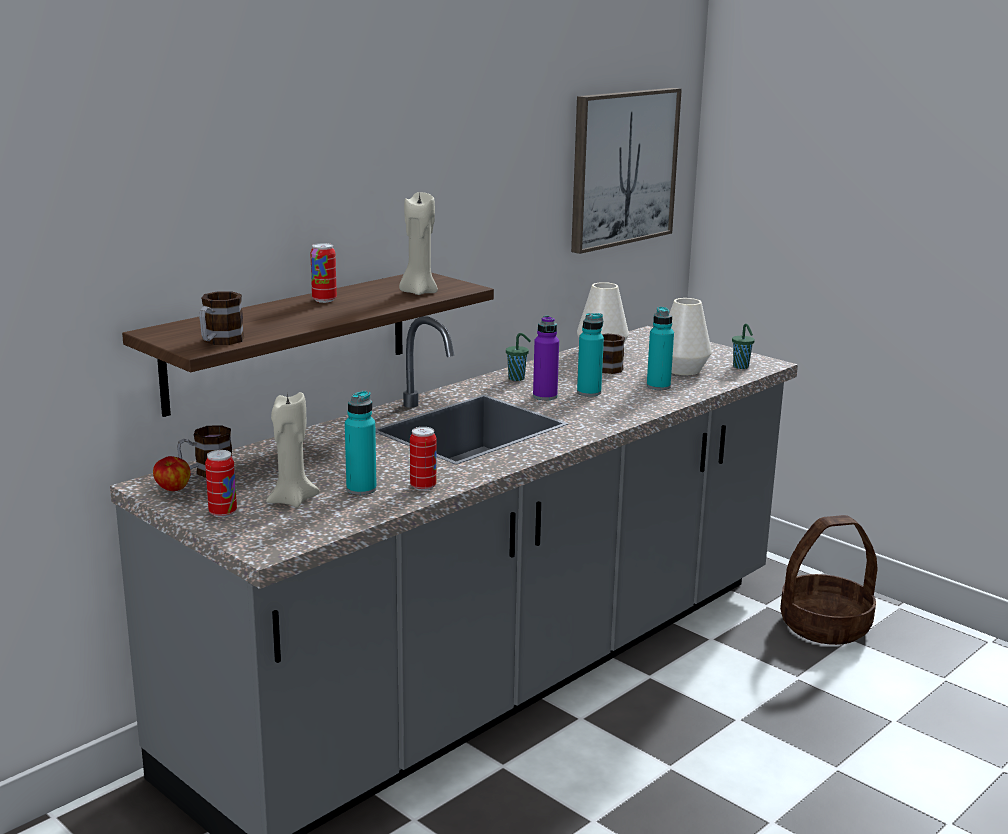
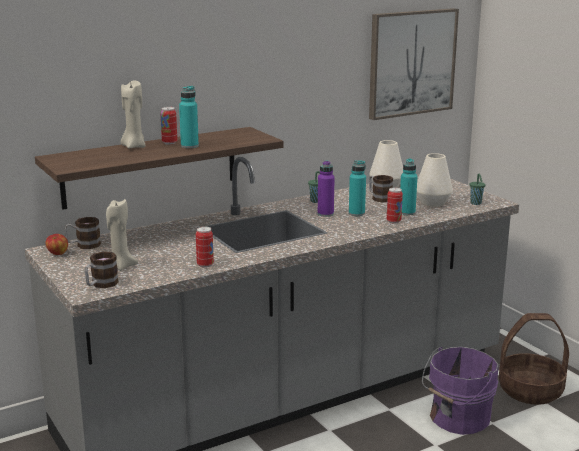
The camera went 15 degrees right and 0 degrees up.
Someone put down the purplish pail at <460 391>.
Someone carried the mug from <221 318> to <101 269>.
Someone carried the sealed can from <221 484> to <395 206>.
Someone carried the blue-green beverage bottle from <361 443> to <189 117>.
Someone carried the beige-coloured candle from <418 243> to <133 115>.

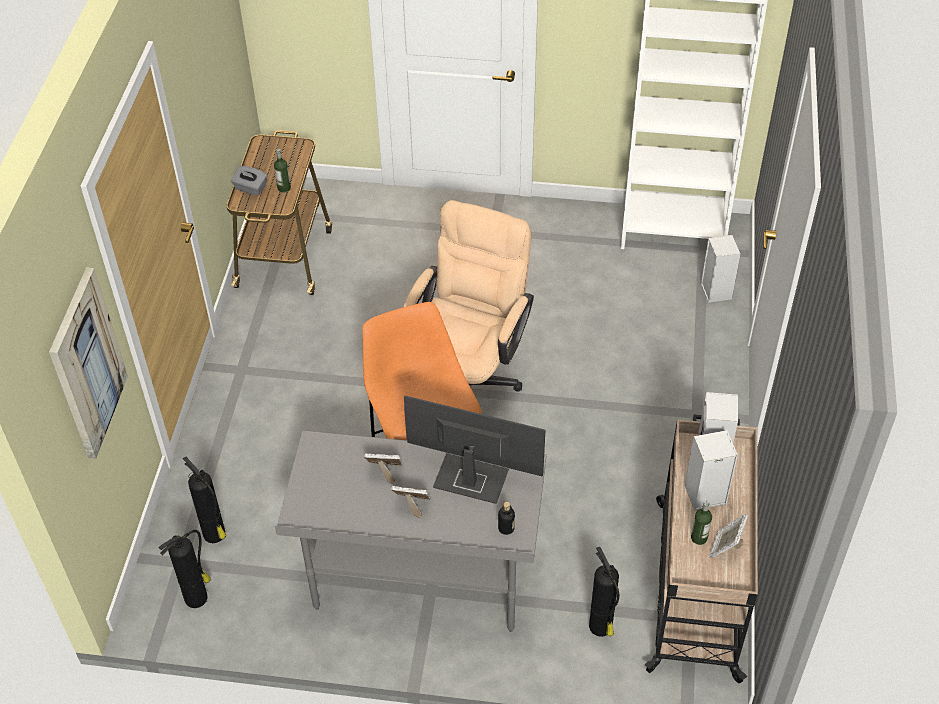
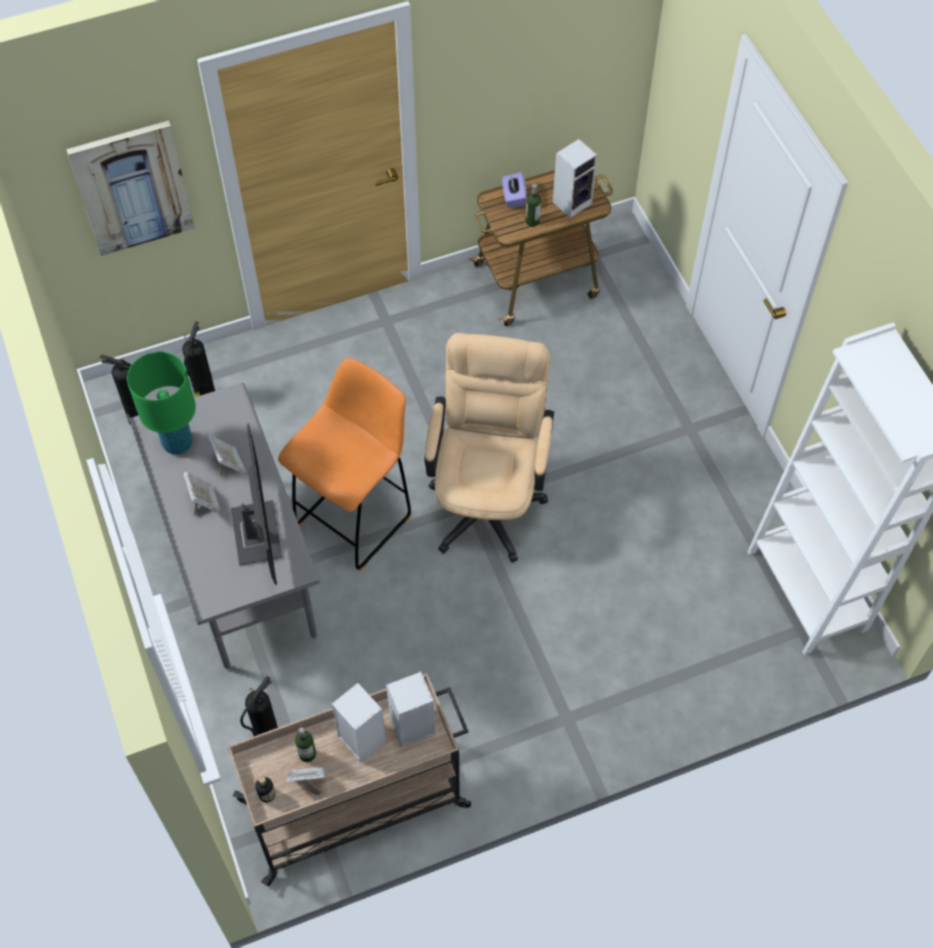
The camera went 60 degrees right and 10 degrees up.
Someone put down the green-coloured lamp for a table at <161 402>.
Someone carried the beverage bottle from <506 518> to <265 789>.
Someone carried the speaker from <721 269> to <575 178>.
Someone repainted the gray tissue holder at <249 181>, which became the purplish tissue holder at <514 190>.
Someone rotated the beige-coloured desk chair at <469 296> by 75 degrees counterclockwise.

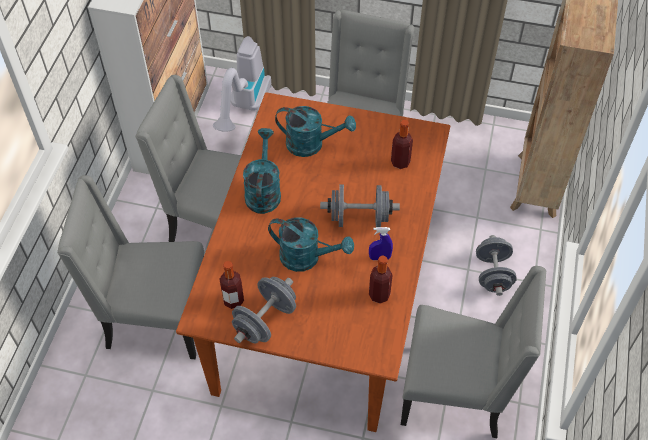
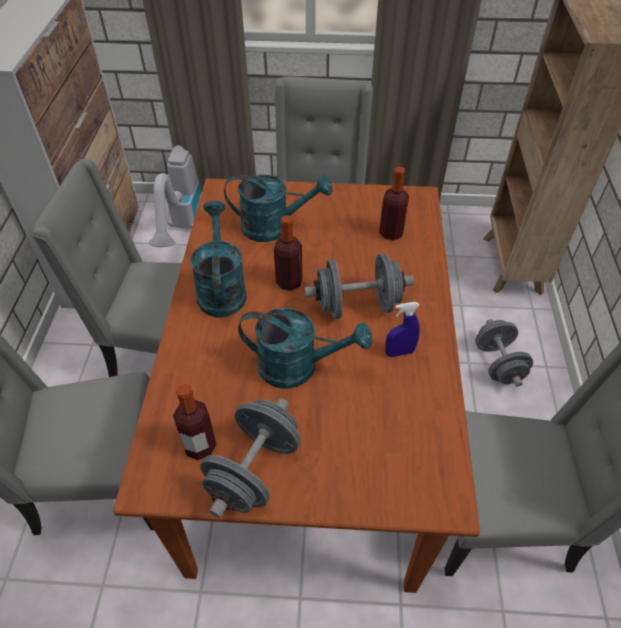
The camera went 10 degrees left and 5 degrees down.
Someone carried the beverage bottle from <381 279> to <288 253>.

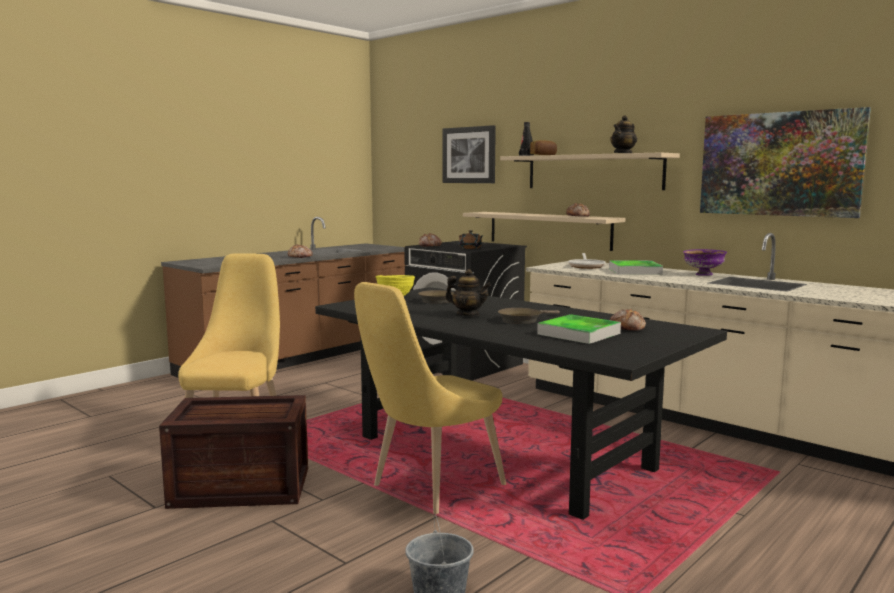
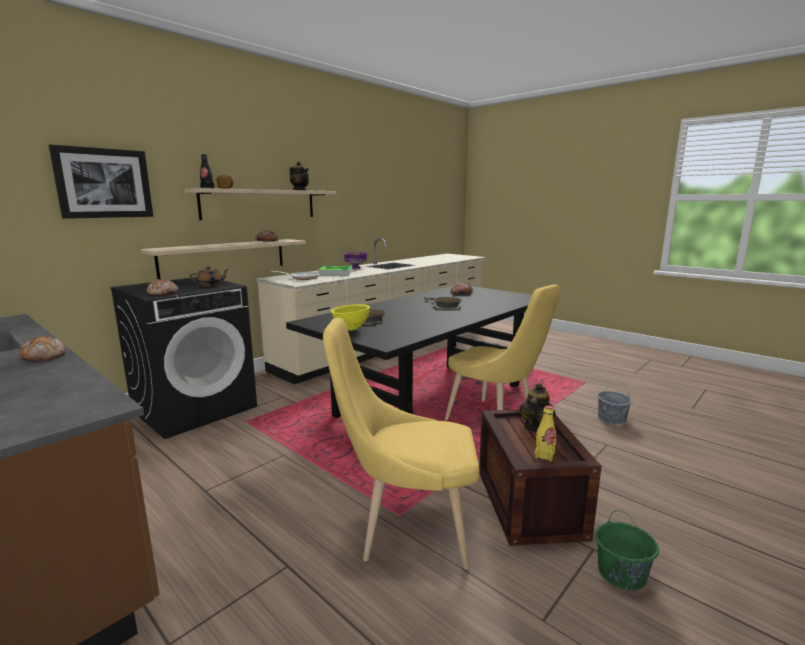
The camera went 90 degrees left and 5 degrees up.
Someone took away the tray at <579 329>.
Someone took away the wall art at <785 162>.
Someone put down the yellow beverage bottle at <545 433>.
Someone put down the green-coloured pail at <627 550>.
Someone carried the tea pot from <468 292> to <537 407>.

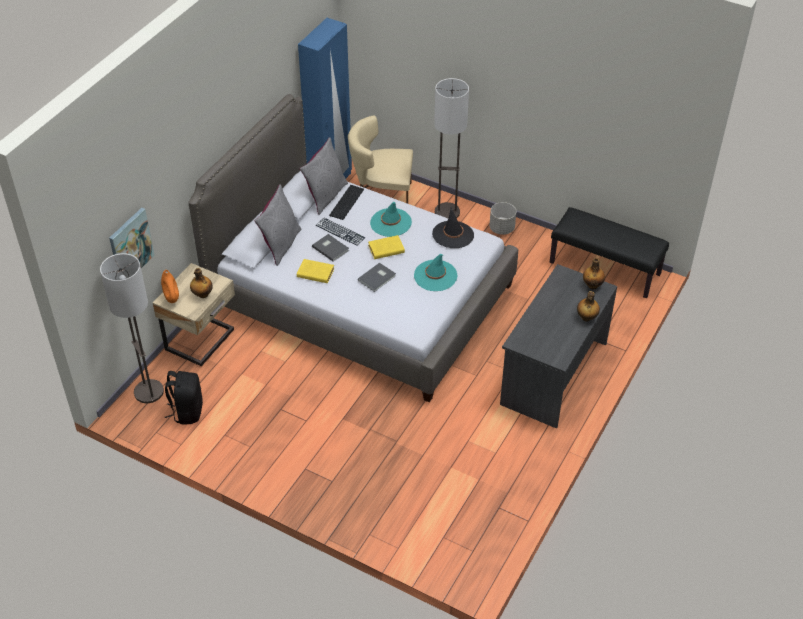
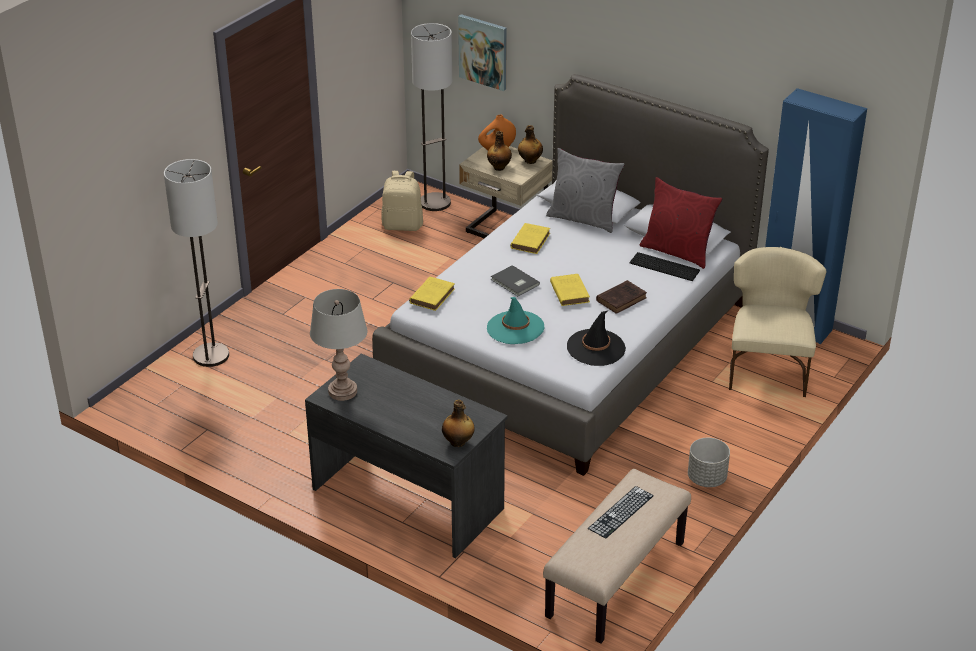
The camera went 95 degrees right and 10 degrees down.
Someone took away the gray volume at <330 248>.
Someone put down the gray lamp for a table at <338 345>.
Someone put down the yellow volume at <432 293>.
Someone carried the computer keyboard from <340 232> to <621 512>.
Someone carried the standard lamp from <451 148> to <196 263>.
Someone carried the beverage bottle from <588 306> to <530 144>.
Someone swapped the blue-green wearable hat at <391 219> for the brown-coloured volume at <621 297>.
Someone repainted the black-coloured backpack at <184 398>, which became the beige-coloured backpack at <402 201>.
Someone repainted the gray pillow at <324 176>, which became the red-coloured pillow at <681 223>.
Someone repainted the black-coloured long seat at <609 252>, which became the beige-coloured long seat at <617 556>.

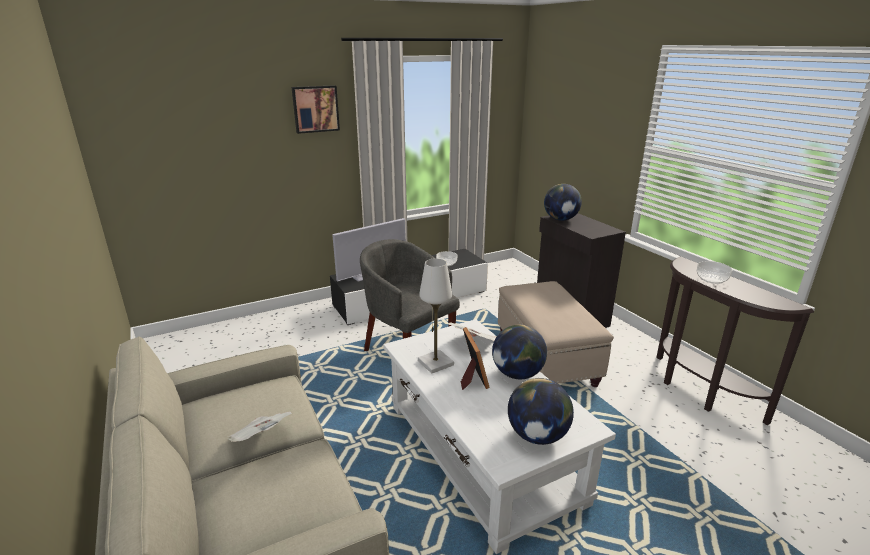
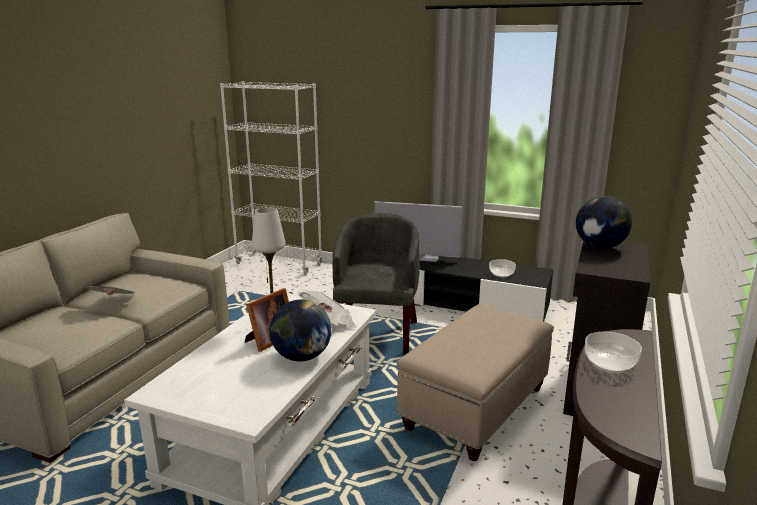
The camera went 50 degrees right and 5 degrees down.
Someone took away the wall art at <316 109>.
Someone took away the desk globe at <541 411>.
Someone put down the white-coloured shelving unit at <271 178>.

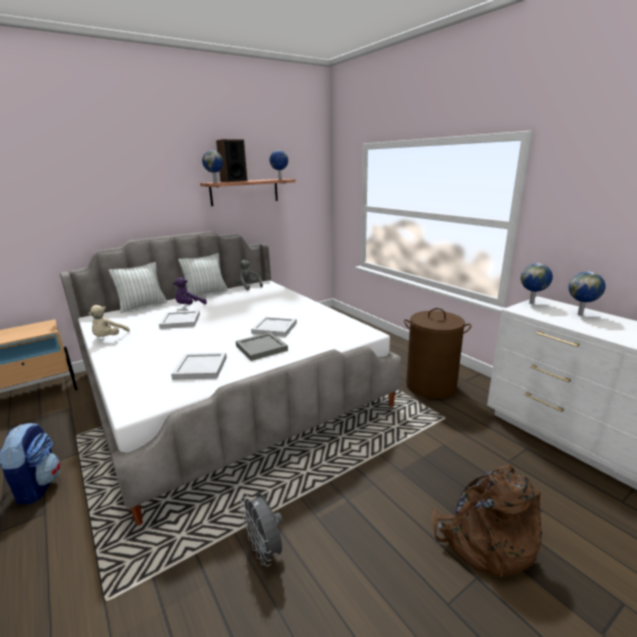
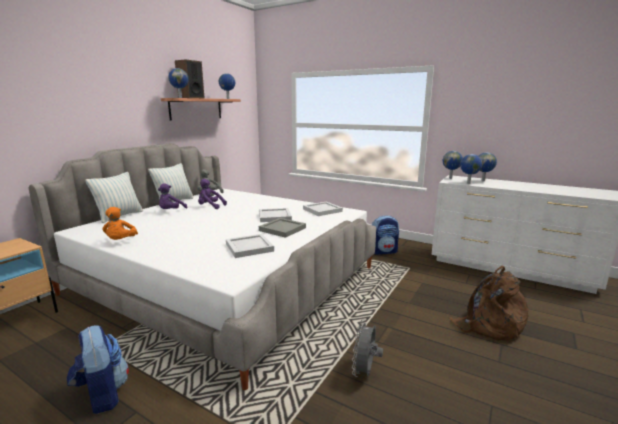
The camera went 25 degrees left and 5 degrees down.
Someone put down the purplish plush toy at <212 194>.
Someone put down the desk globe at <471 169>.
Someone carried the white-coloured tray from <179 319> to <323 209>.
Someone swapped the brown-coloured washing basket at <438 353> for the backpack at <385 235>.
Someone repainted the beige-coloured plush toy at <109 321>, which became the orangey plush toy at <120 223>.
Someone rotated the gray cooling fan at <261 529> by 75 degrees clockwise.

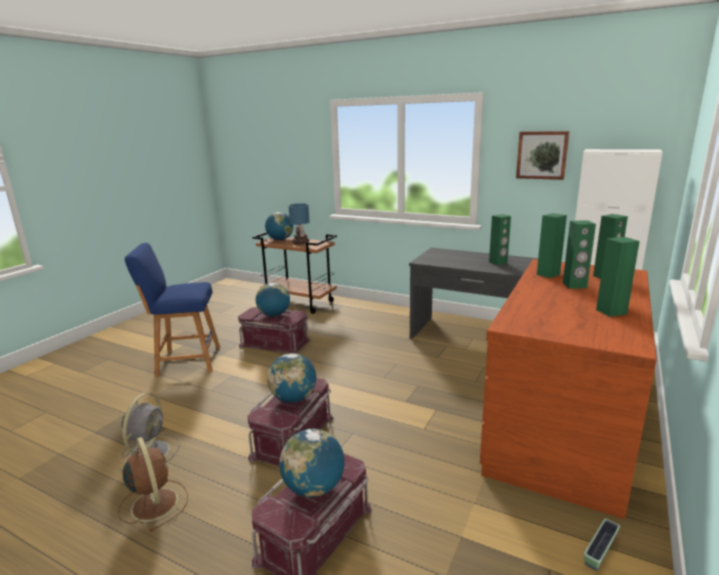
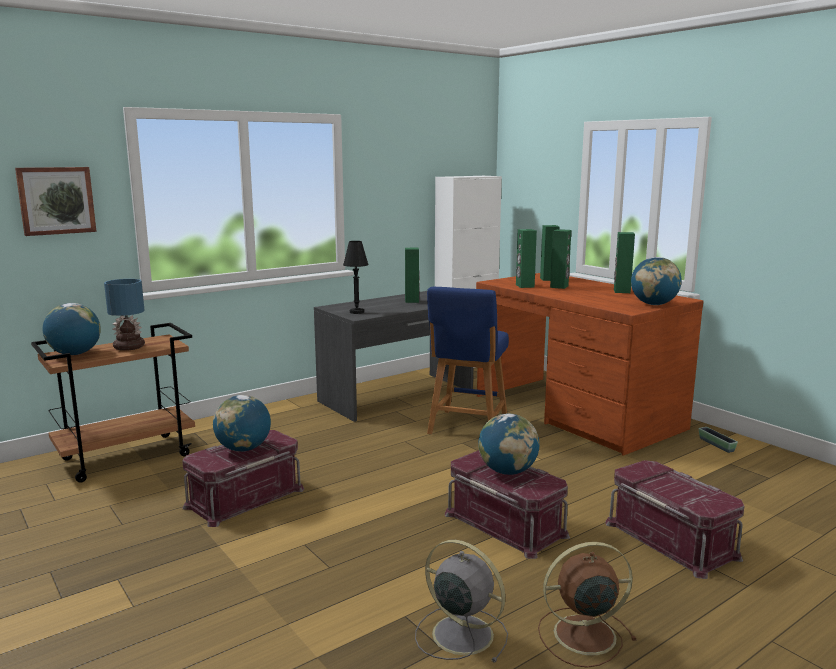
The camera went 65 degrees left and 5 degrees down.
Someone put down the black-coloured lamp for a table at <356 277>.
Someone carried the bluish sitting stool from <172 310> to <468 360>.
Someone carried the desk globe from <311 463> to <656 281>.
Someone carried the wall art from <542 155> to <56 201>.

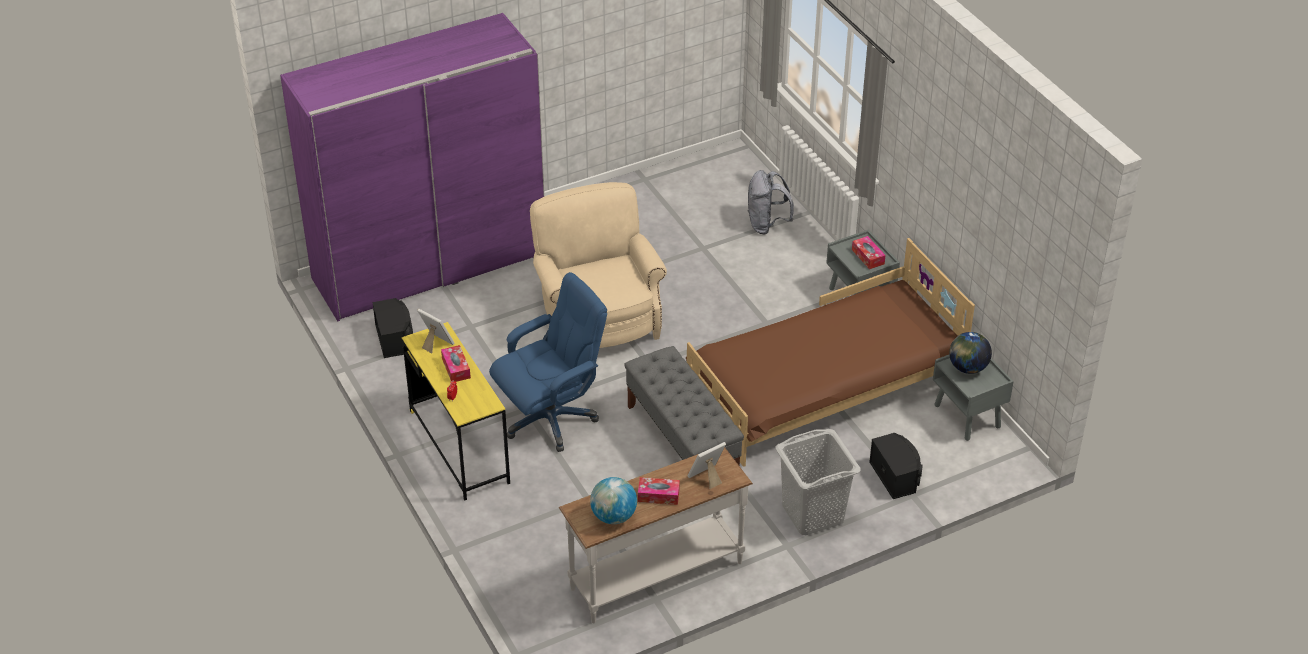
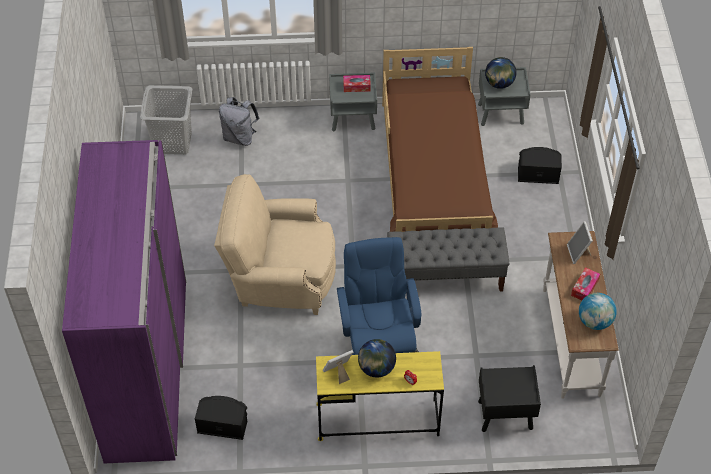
The camera went 65 degrees left and 10 degrees up.
Someone put down the black-coloured night table at <509 398>.
Someone carried the gray washing basket from <818 482> to <166 120>.
Someone swapped the tissue holder at <456 363> for the desk globe at <377 358>.

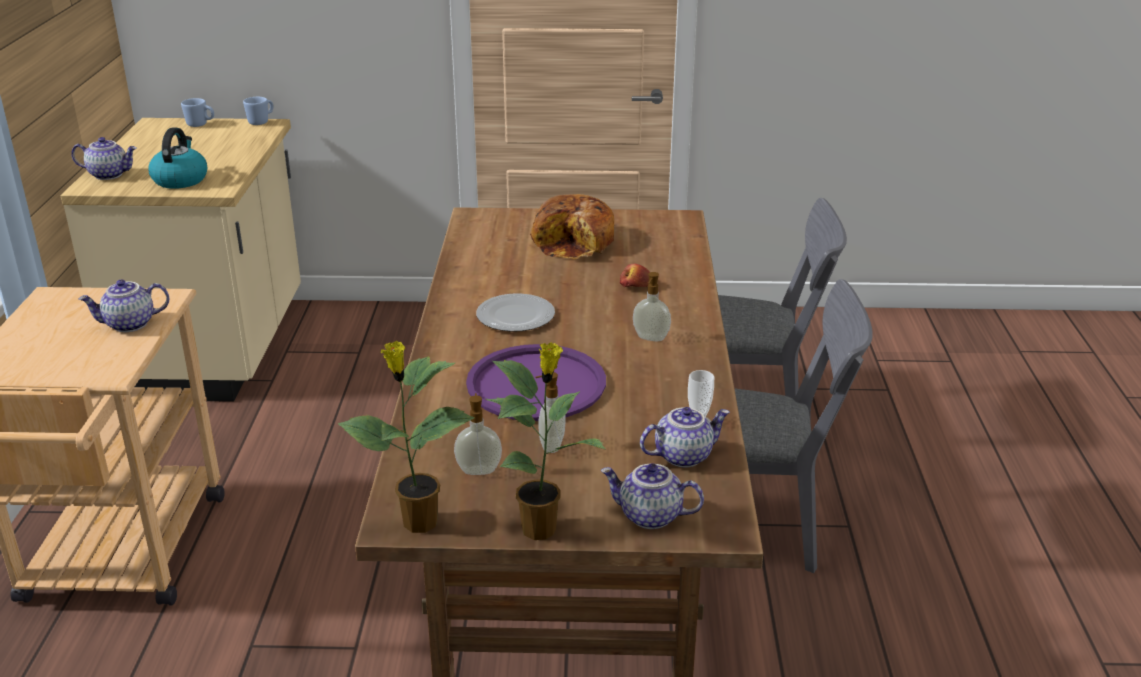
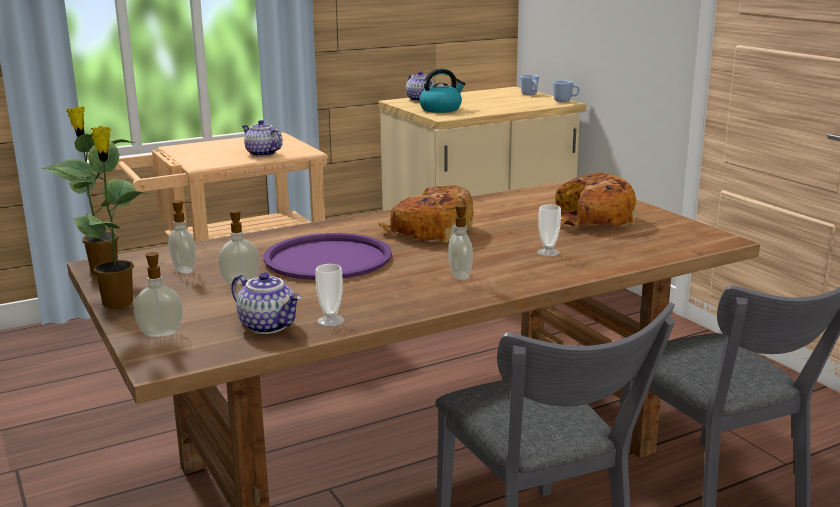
The camera went 60 degrees right and 10 degrees down.
Someone swapped the dinner plate at <515 312> for the bread at <426 214>.
Someone swapped the tea pot at <652 496> for the soap bottle at <158 294>.
Someone swapped the apple at <635 275> for the drinking cup at <549 230>.

